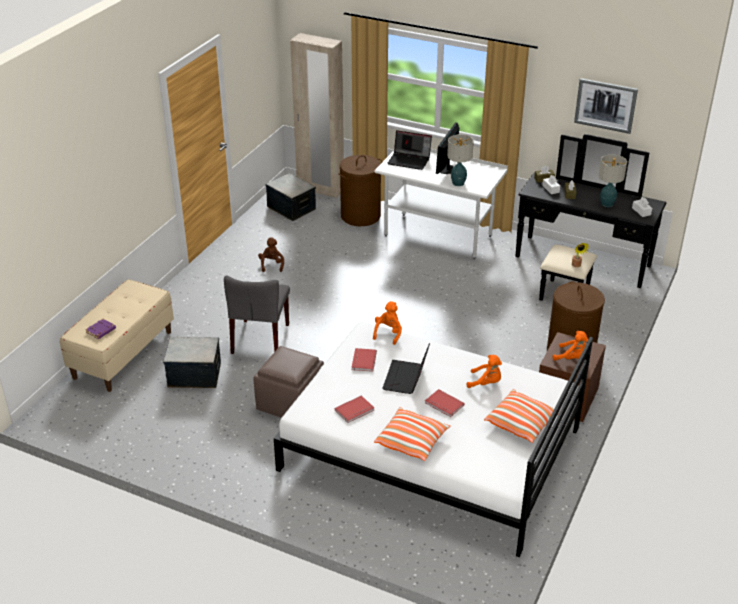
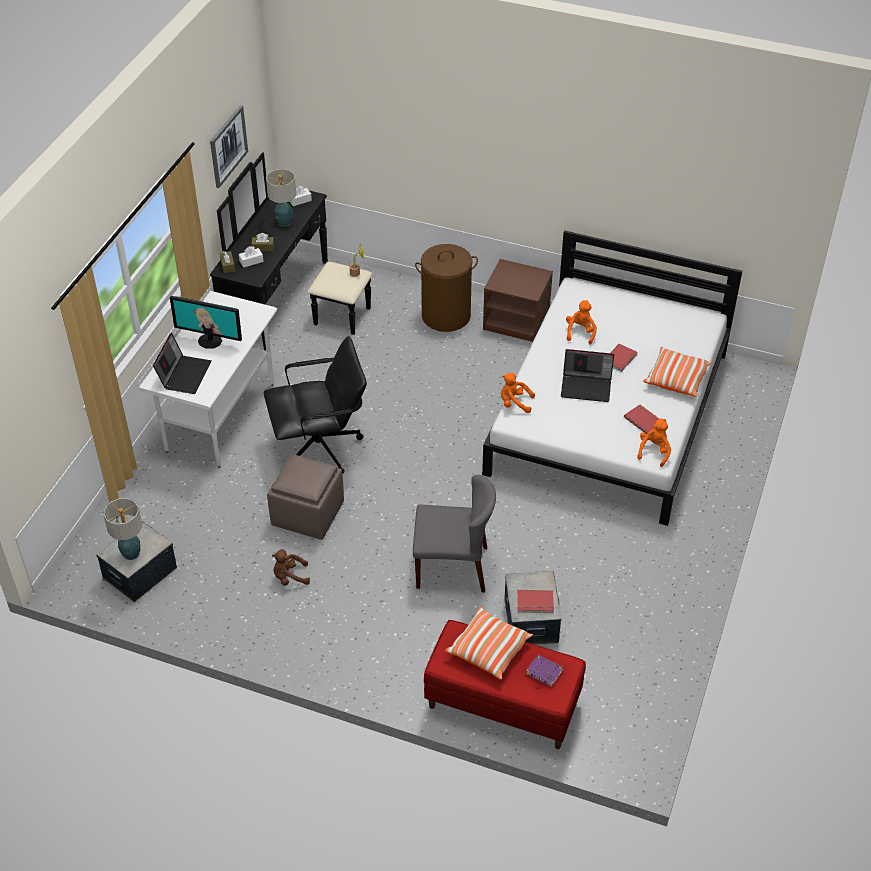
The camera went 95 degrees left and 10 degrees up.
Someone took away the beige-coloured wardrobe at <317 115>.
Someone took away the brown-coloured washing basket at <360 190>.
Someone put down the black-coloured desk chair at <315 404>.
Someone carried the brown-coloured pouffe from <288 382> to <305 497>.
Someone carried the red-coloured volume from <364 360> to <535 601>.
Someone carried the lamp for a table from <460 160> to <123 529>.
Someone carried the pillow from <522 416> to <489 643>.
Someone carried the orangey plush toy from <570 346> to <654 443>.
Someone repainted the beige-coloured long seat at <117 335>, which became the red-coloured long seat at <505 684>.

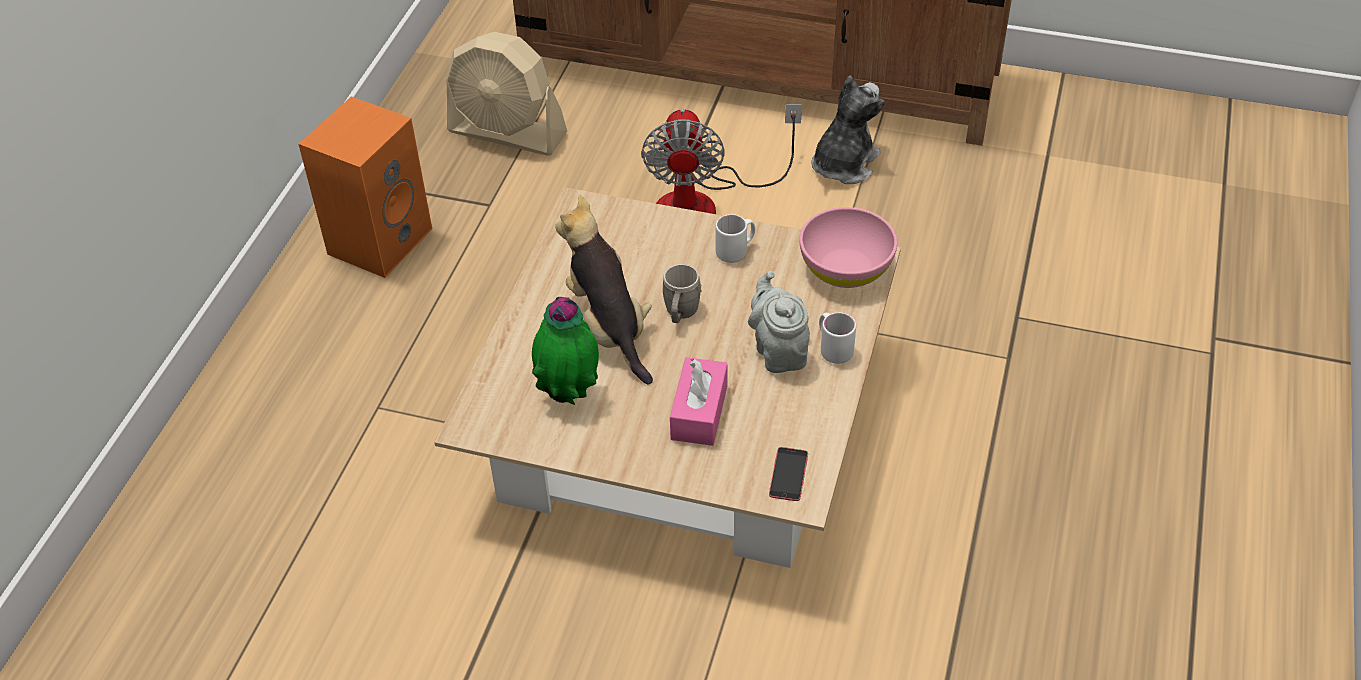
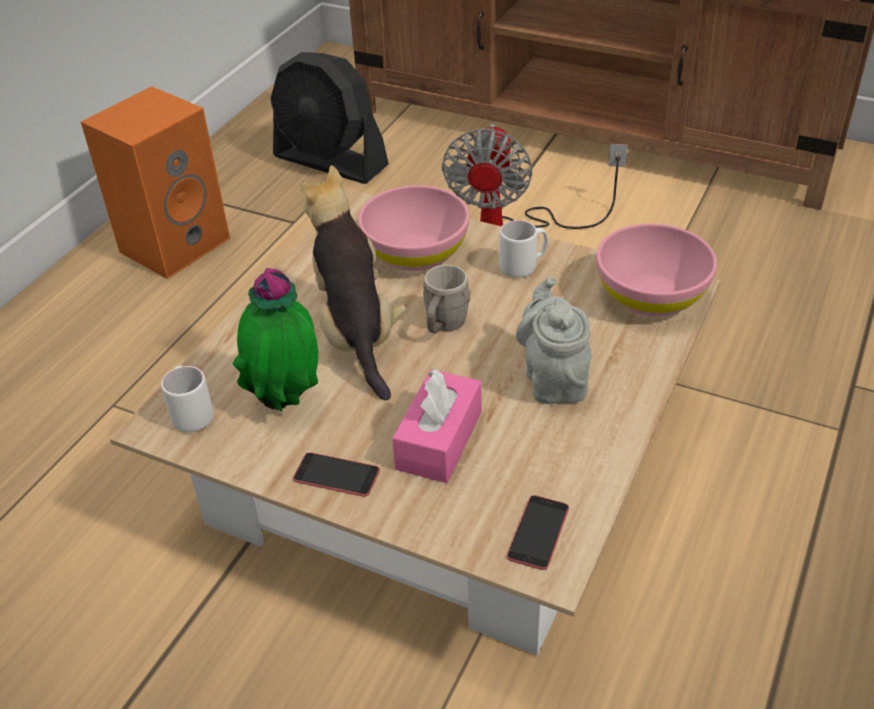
The camera went 10 degrees right and 5 degrees down.
Someone took away the plush toy at <847 130>.
Someone put down the handset at <336 474>.
Someone put down the pink-coloured serving bowl at <413 228>.
Someone carried the white-coloured mug from <837 338> to <187 399>.
Someone repainted the beige-coloured cooling fan at <506 93>, which became the black-coloured cooling fan at <329 118>.

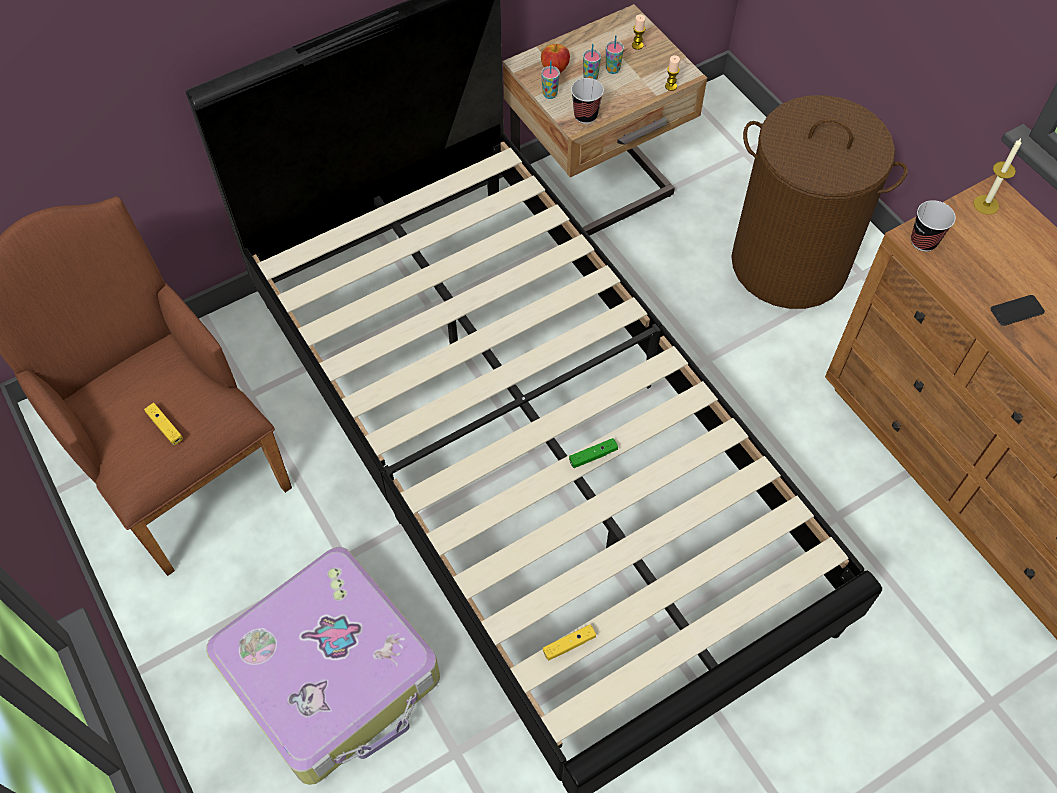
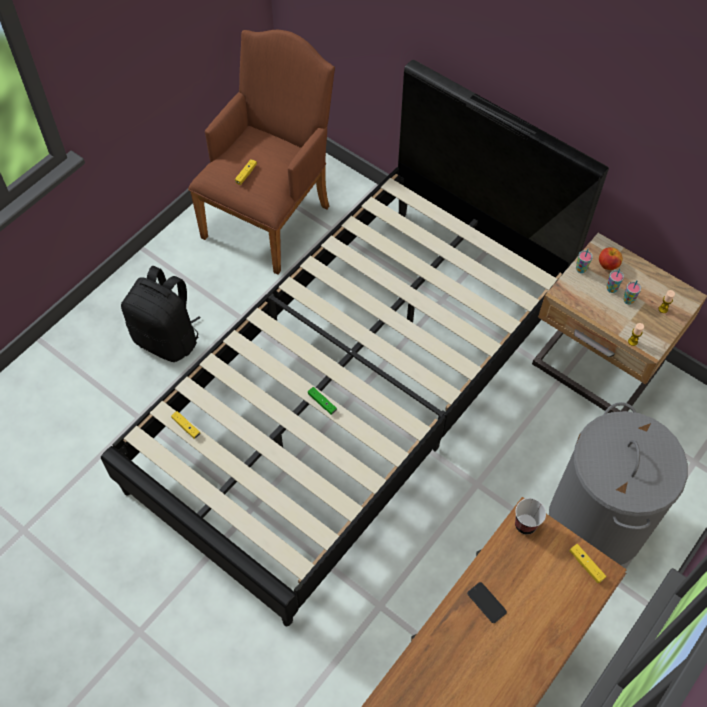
The camera went 70 degrees right and 0 degrees up.
Someone took away the drinking cup at <587 101>.
Someone swapped the suitcase at <323 666> for the black-coloured backpack at <161 314>.
Someone swapped the candle at <997 176> for the yellow joypad at <587 563>.
Someone repainted the brown-coloured washing basket at <819 202>, which became the gray washing basket at <618 483>.

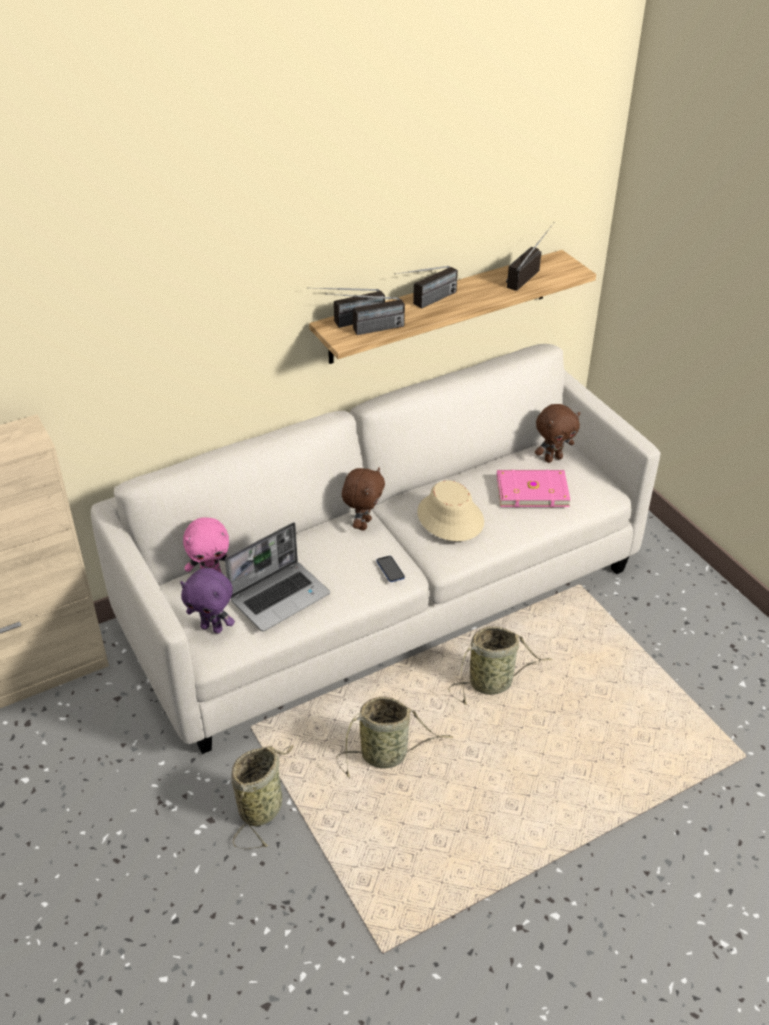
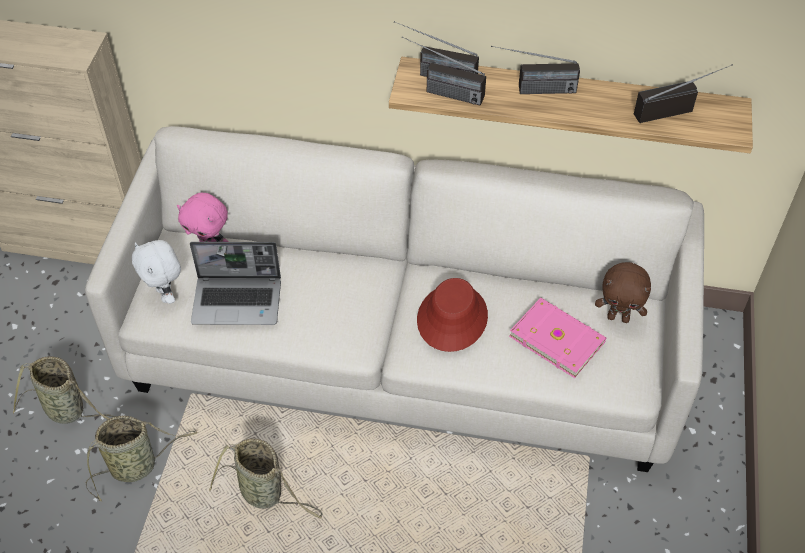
The camera went 40 degrees right and 10 degrees up.
Someone took away the brown-coloured plush toy at <363 498>.
Someone took away the handset at <390 569>.
Someone carried the storage basket from <500 665> to <64 390>.
Someone repainted the purplish plush toy at <207 600>, which became the white-coloured plush toy at <156 272>.
Someone repainted the beige-coloured wearable hat at <450 510>, which became the red-coloured wearable hat at <452 315>.

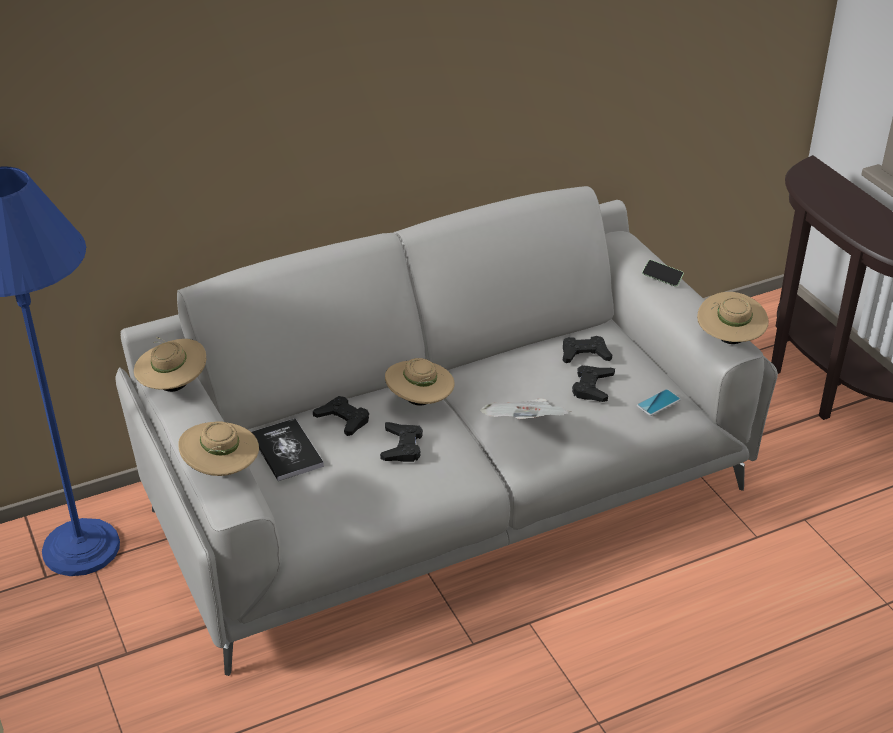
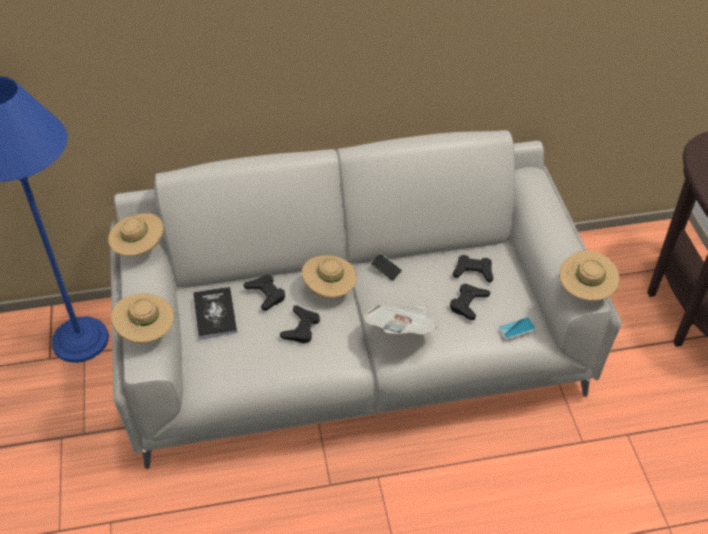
The camera went 15 degrees right and 10 degrees up.
Someone carried the handset from <663 273> to <386 267>.

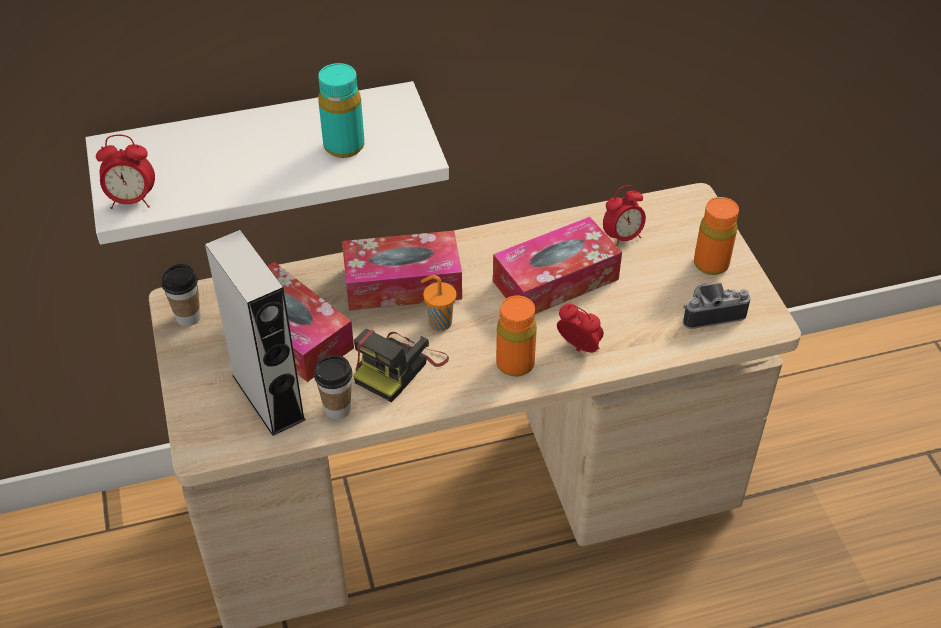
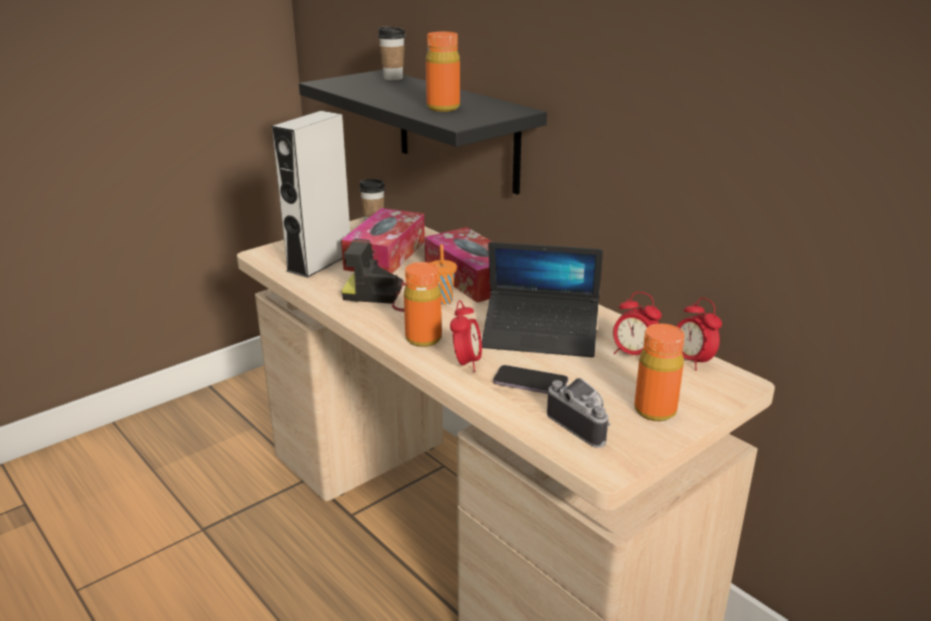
The camera went 65 degrees right and 20 degrees down.
Someone put down the handset at <530 379>.
Someone carried the alarm clock from <125 172> to <699 334>.
Someone carried the drinking cup from <333 387> to <391 53>.
Someone swapped the tissue holder at <557 265> for the portable computer at <542 299>.
Someone repainted the white-coloured wall shelf at <267 163>, which became the black-coloured wall shelf at <423 132>.
Someone repainted the blue-green beverage bottle at <341 110>, which became the orangey beverage bottle at <443 72>.

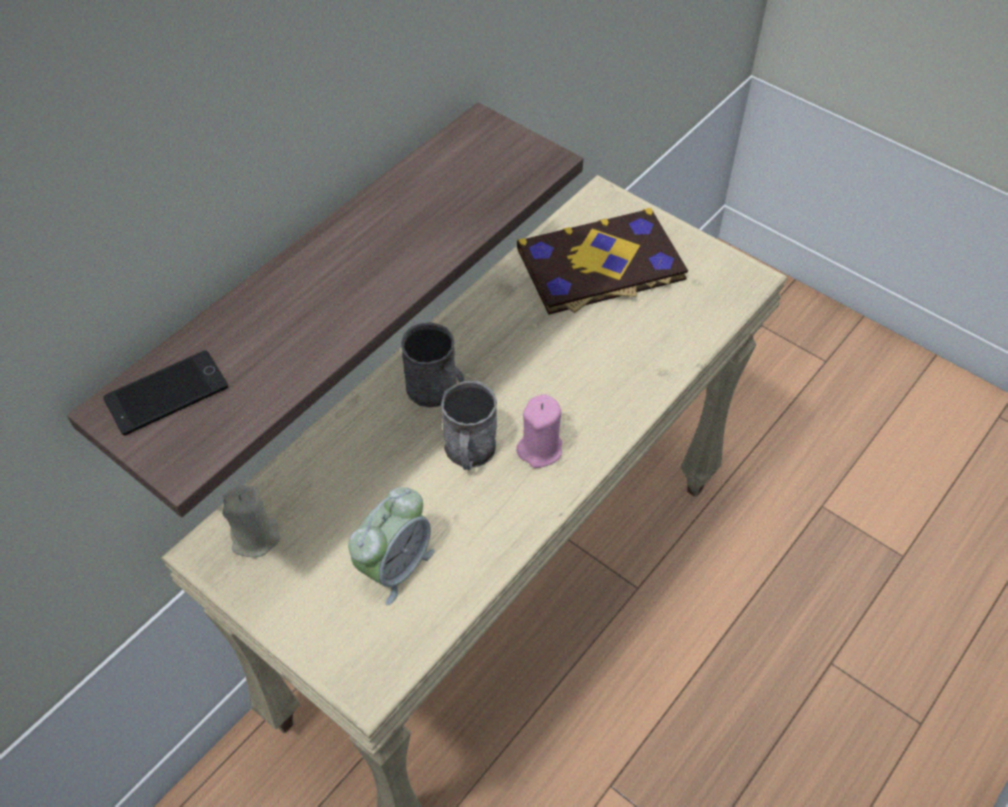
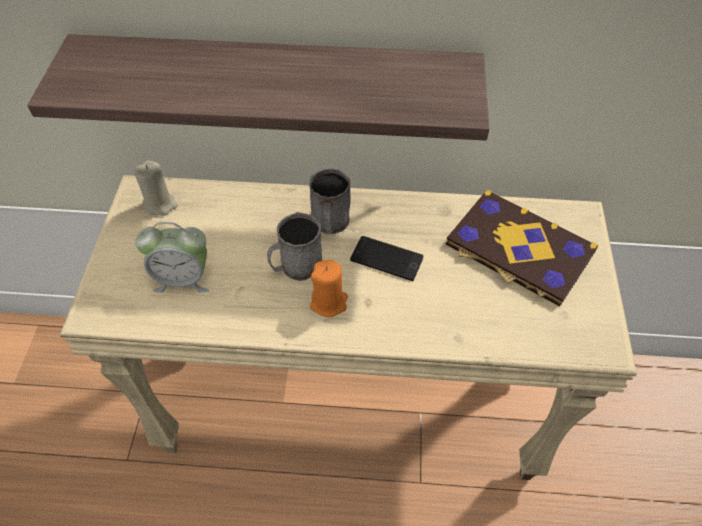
The camera went 55 degrees right and 0 degrees up.
Someone carried the handset from <165 392> to <386 258>.
Someone repainted the pink-coloured candle at <539 431>, which became the orangey candle at <329 288>.

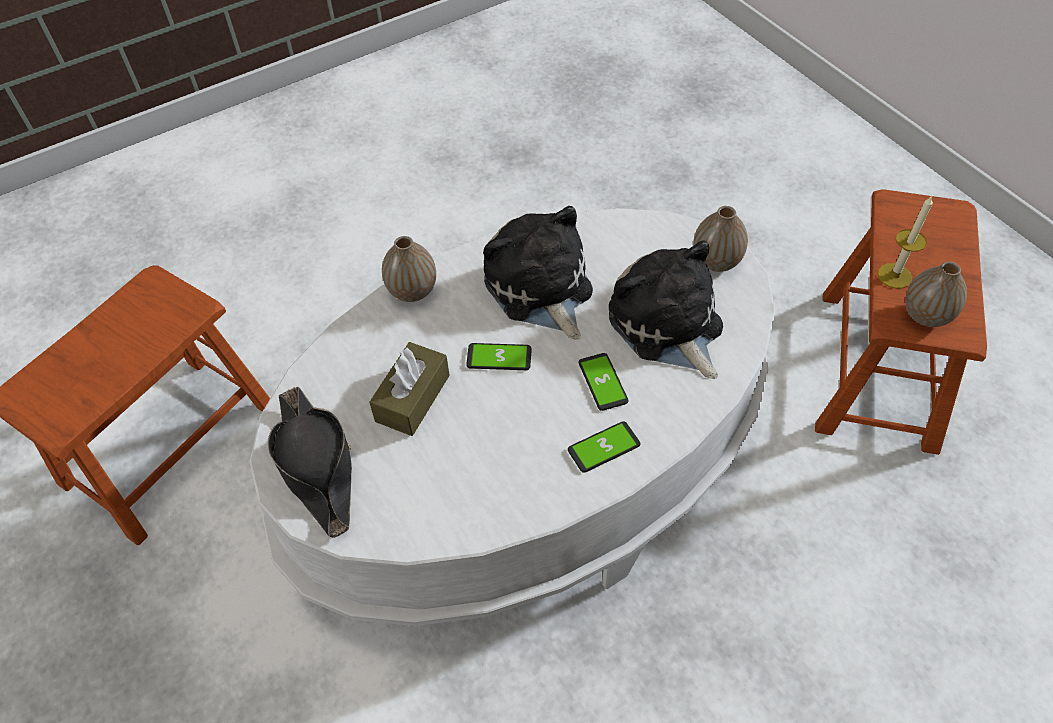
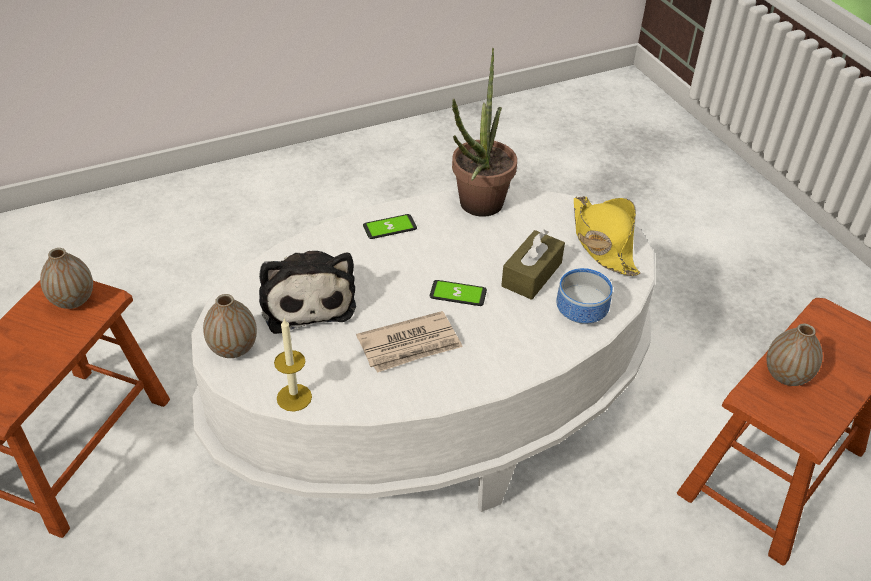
The camera went 175 degrees left and 10 degrees down.
Someone took away the handset at <603 382>.
Someone put down the plant in a pot at <484 132>.
Someone put down the serving bowl at <584 296>.
Someone carried the vase from <409 269> to <795 355>.
Someone carried the candle from <905 242> to <293 365>.
Someone swapped the plush toy at <538 273> for the newspaper at <409 342>.
Someone repainted the black-coloured wearable hat at <309 462>, which became the yellow wearable hat at <607 236>.

